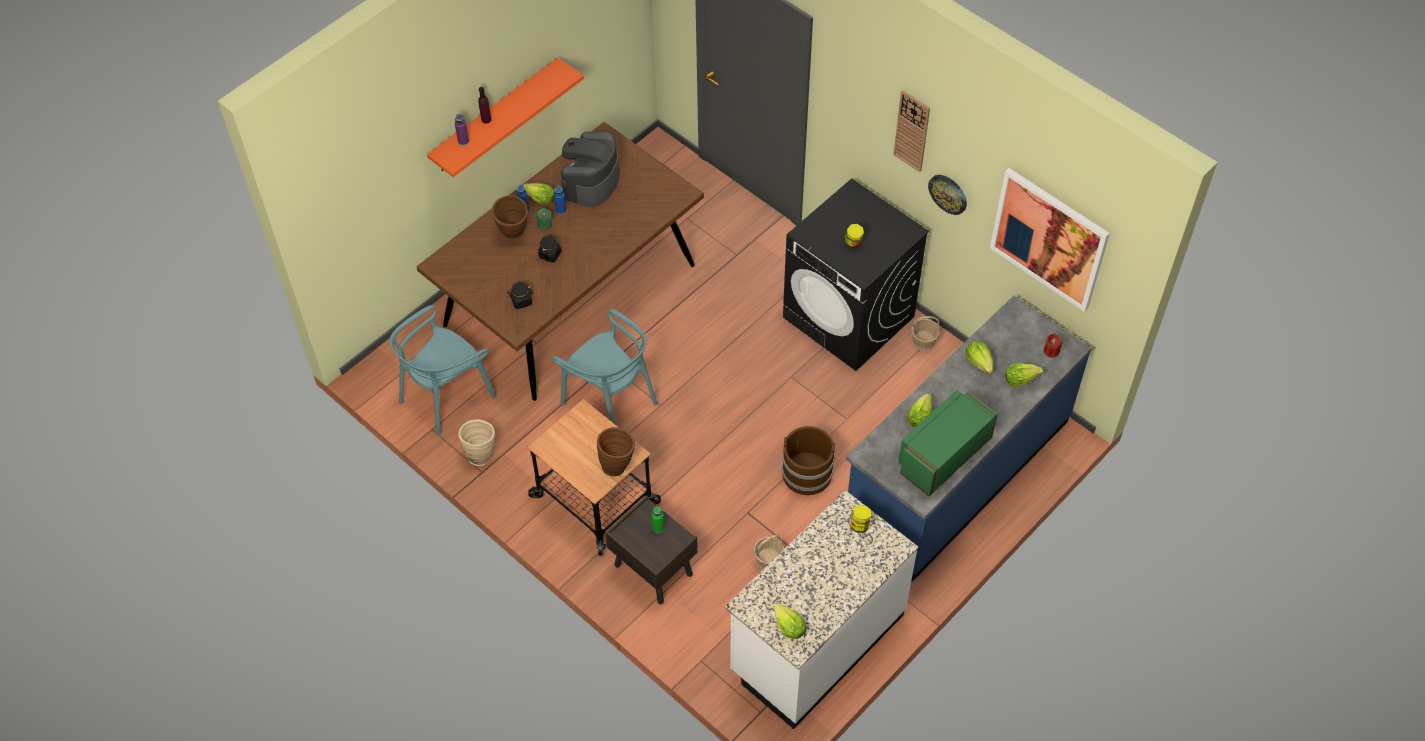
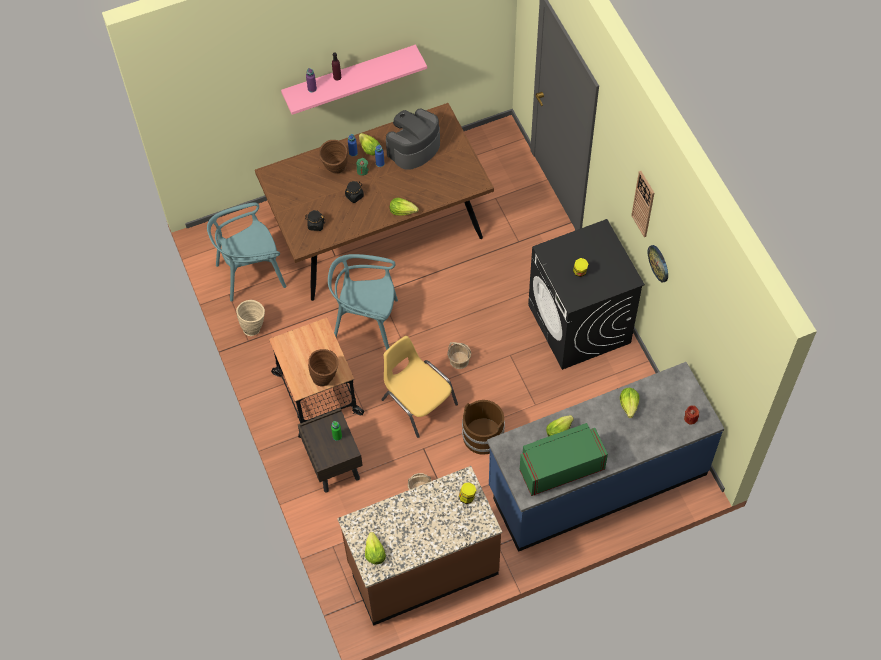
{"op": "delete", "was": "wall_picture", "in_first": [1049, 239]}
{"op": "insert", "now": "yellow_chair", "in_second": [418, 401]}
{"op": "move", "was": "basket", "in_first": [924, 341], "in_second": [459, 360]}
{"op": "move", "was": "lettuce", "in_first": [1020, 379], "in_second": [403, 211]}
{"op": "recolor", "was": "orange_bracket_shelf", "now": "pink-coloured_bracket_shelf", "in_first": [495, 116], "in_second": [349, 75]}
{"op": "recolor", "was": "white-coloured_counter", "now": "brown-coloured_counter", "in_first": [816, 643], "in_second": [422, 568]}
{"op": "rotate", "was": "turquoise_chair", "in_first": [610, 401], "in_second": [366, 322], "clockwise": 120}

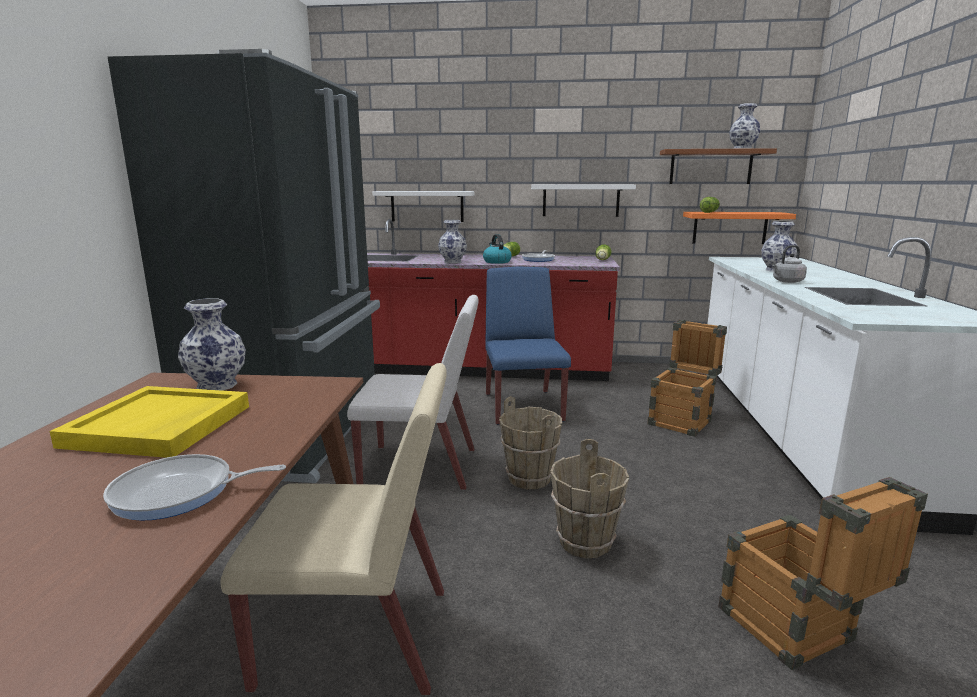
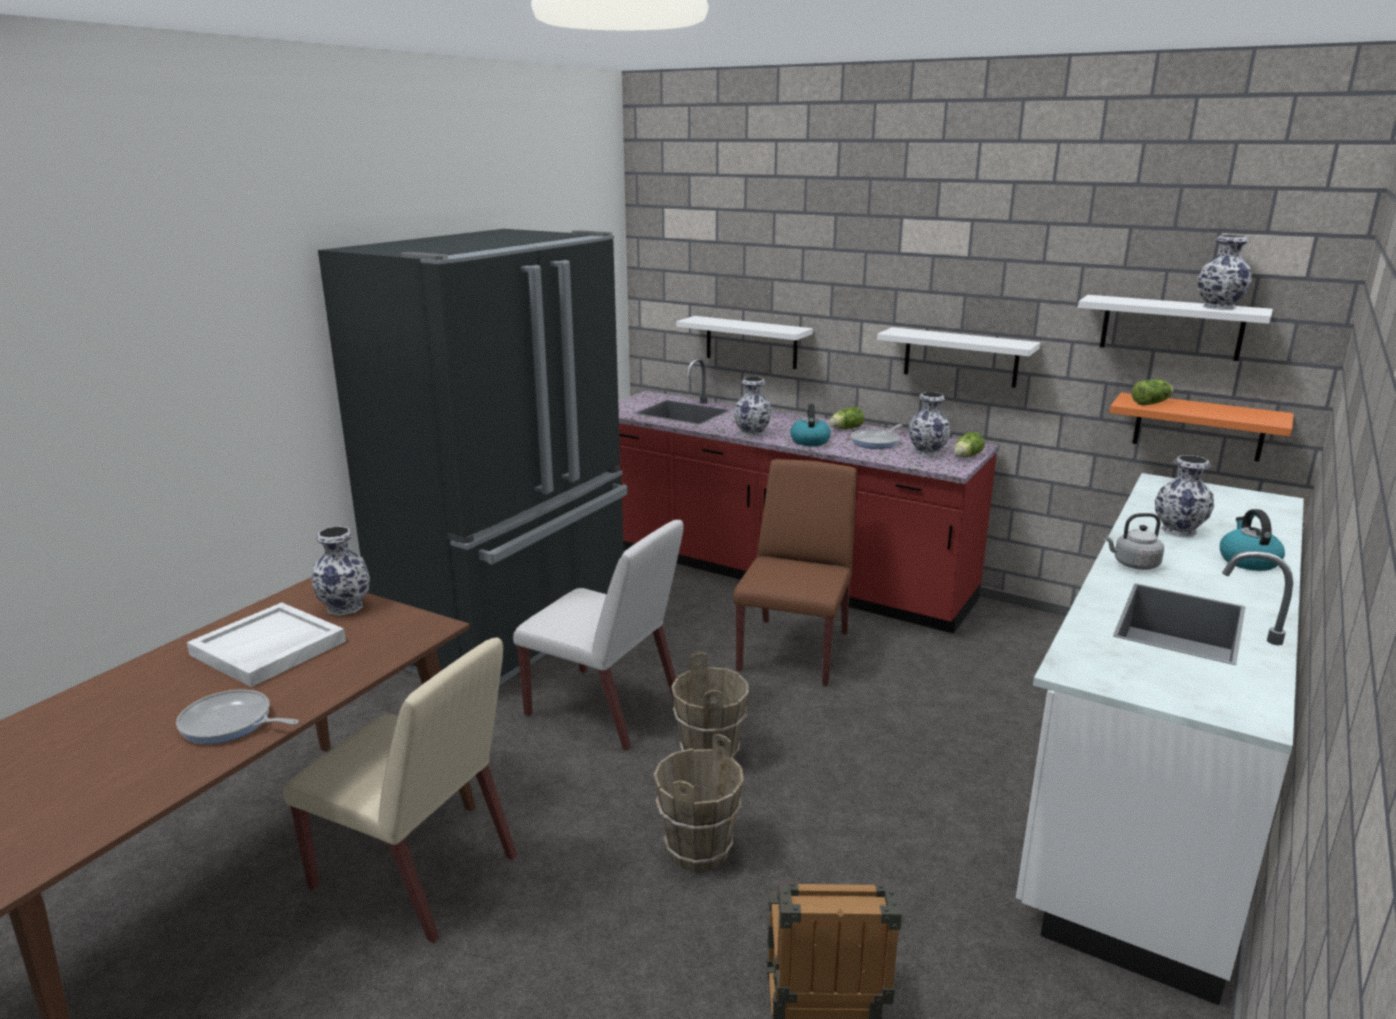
{"op": "delete", "was": "crate", "in_first": [683, 420]}
{"op": "insert", "now": "decorative_vase", "in_second": [926, 452]}
{"op": "insert", "now": "tea_kettle", "in_second": [1247, 561]}
{"op": "recolor", "was": "yellow_carrying_tray", "now": "white-coloured_carrying_tray", "in_first": [159, 426], "in_second": [268, 649]}
{"op": "recolor", "was": "blue_chair", "now": "brown-coloured_chair", "in_first": [523, 406], "in_second": [794, 650]}
{"op": "recolor", "was": "brown-coloured_bracket_shelf", "now": "white-coloured_bracket_shelf", "in_first": [710, 167], "in_second": [1171, 327]}

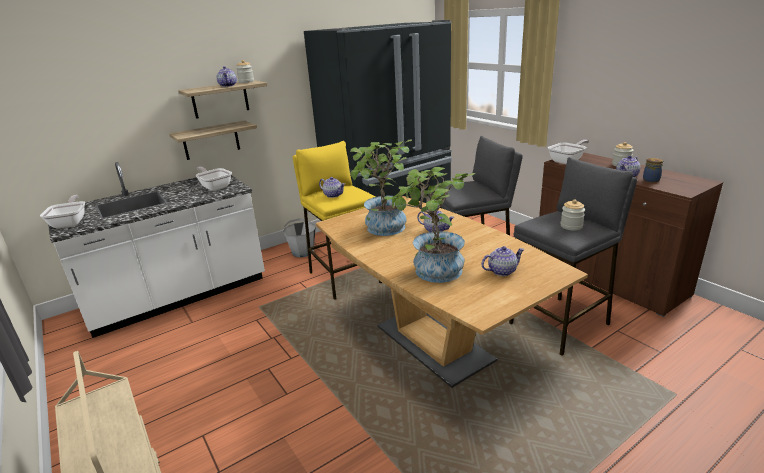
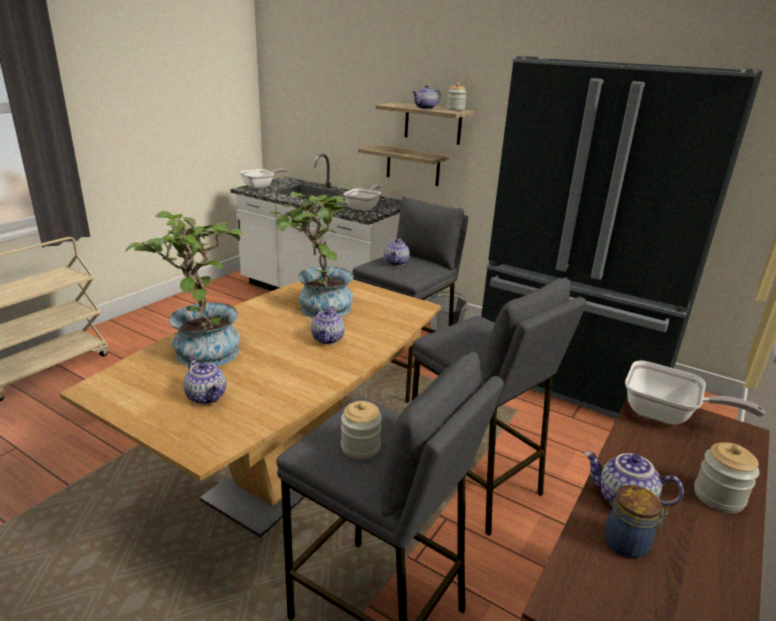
{"op": "recolor", "was": "yellow_stool_seat", "now": "gray_stool_seat", "in_first": [344, 277], "in_second": [404, 373]}

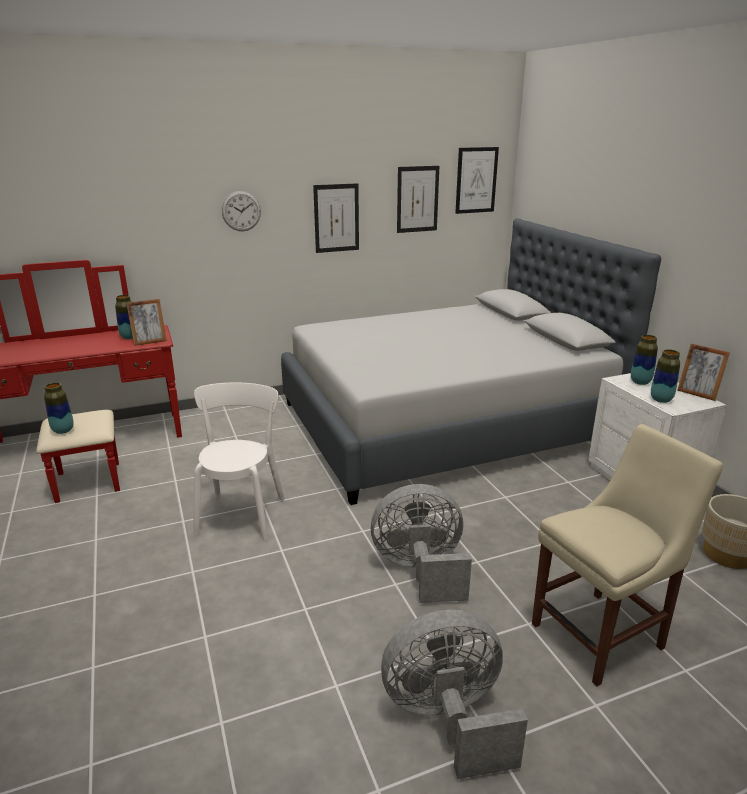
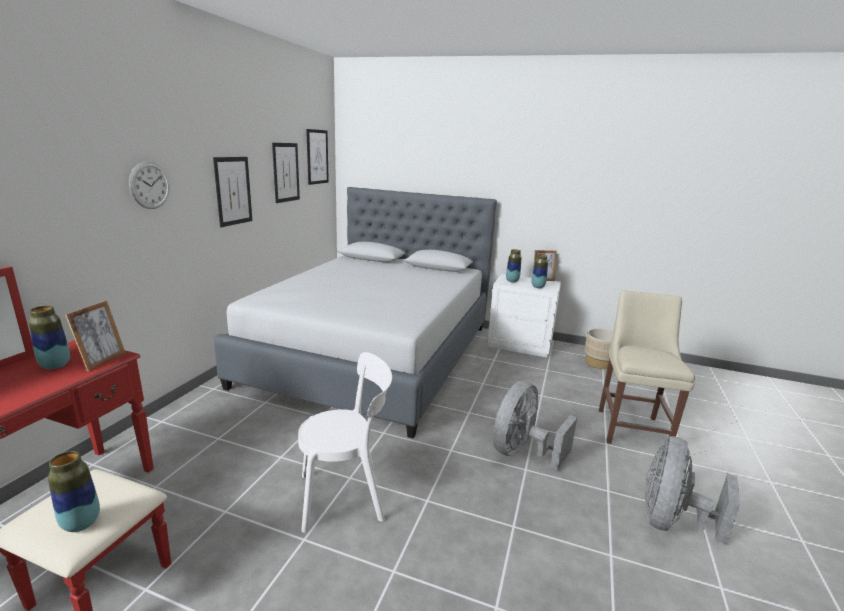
{"op": "rotate", "was": "white-coloured_chair", "in_first": [242, 513], "in_second": [346, 496], "clockwise": 120}

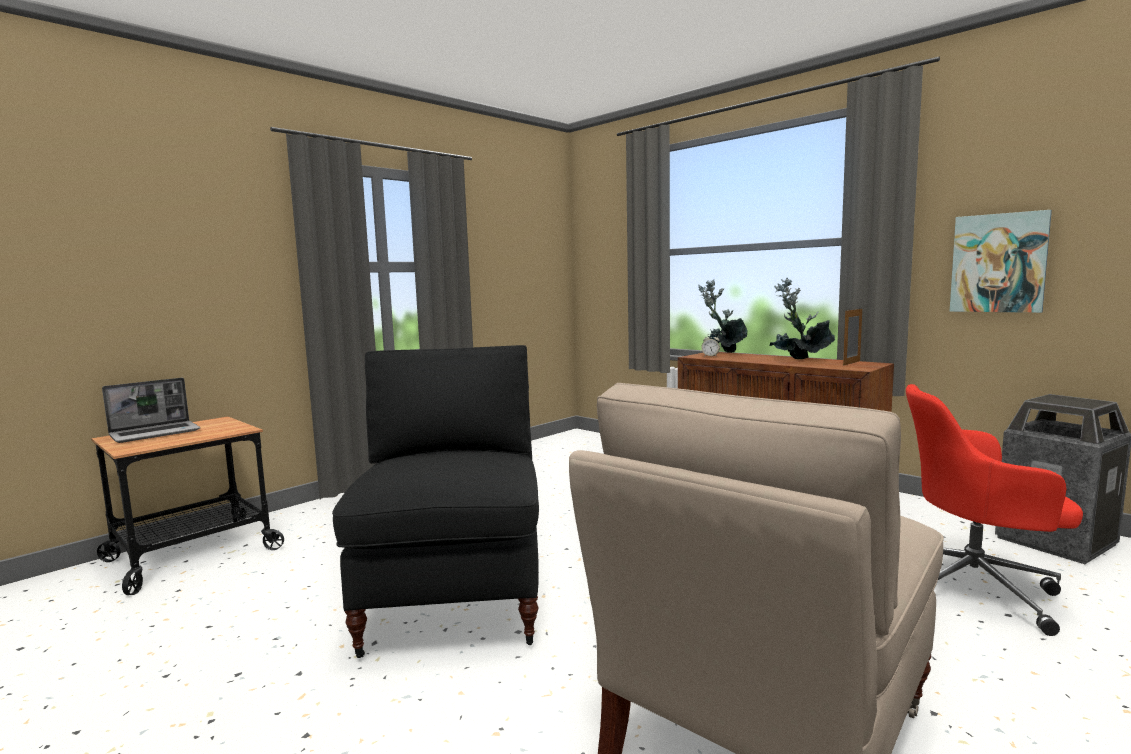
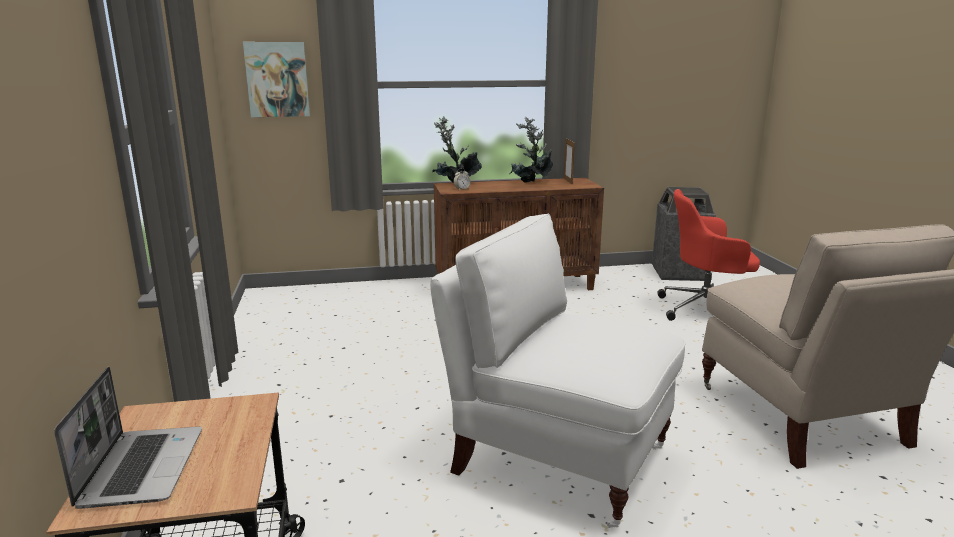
{"op": "move", "was": "wall_picture", "in_first": [998, 263], "in_second": [277, 79]}
{"op": "recolor", "was": "black-coloured_chair", "now": "white-coloured_chair", "in_first": [455, 600], "in_second": [557, 458]}
{"op": "rotate", "was": "red_desk_chair", "in_first": [975, 588], "in_second": [705, 309], "clockwise": 45}

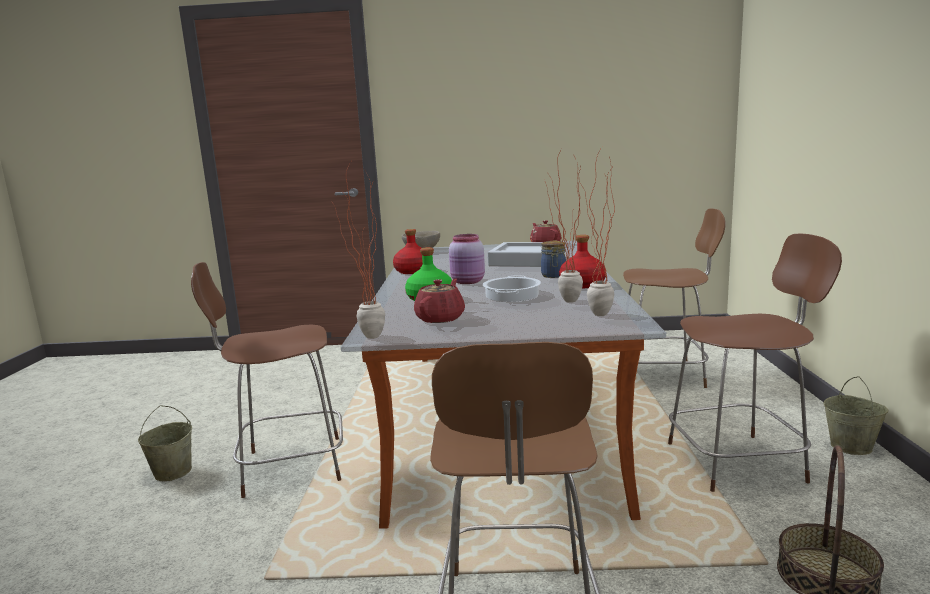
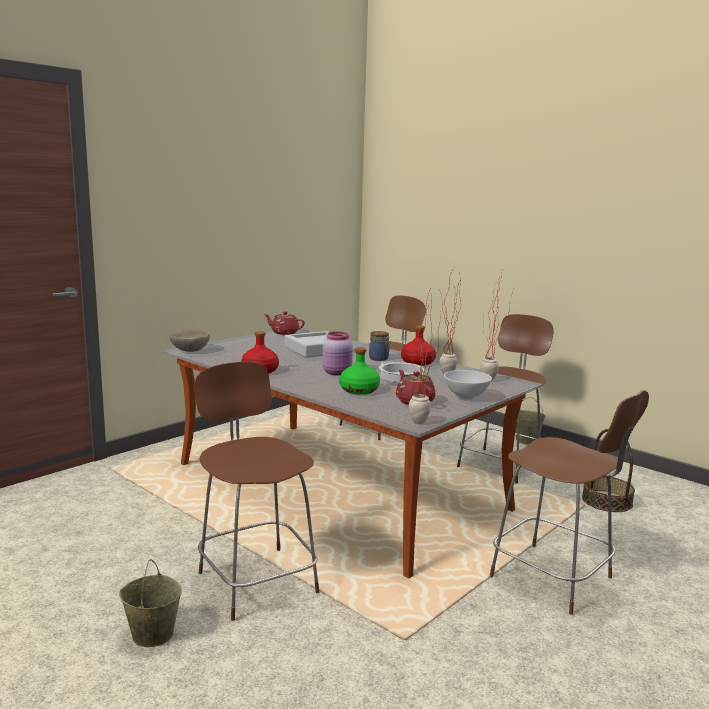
{"op": "insert", "now": "white-coloured_bowl", "in_second": [465, 397]}
{"op": "rotate", "was": "brown-coloured_chair", "in_first": [289, 467], "in_second": [256, 580], "clockwise": 120}

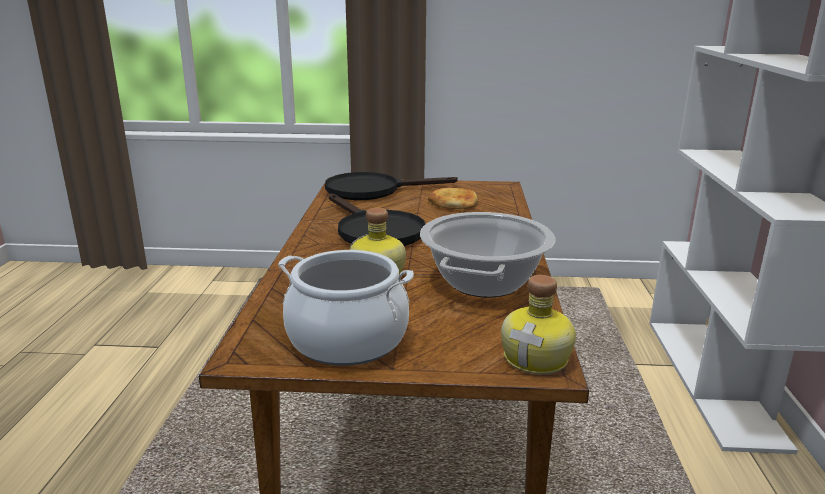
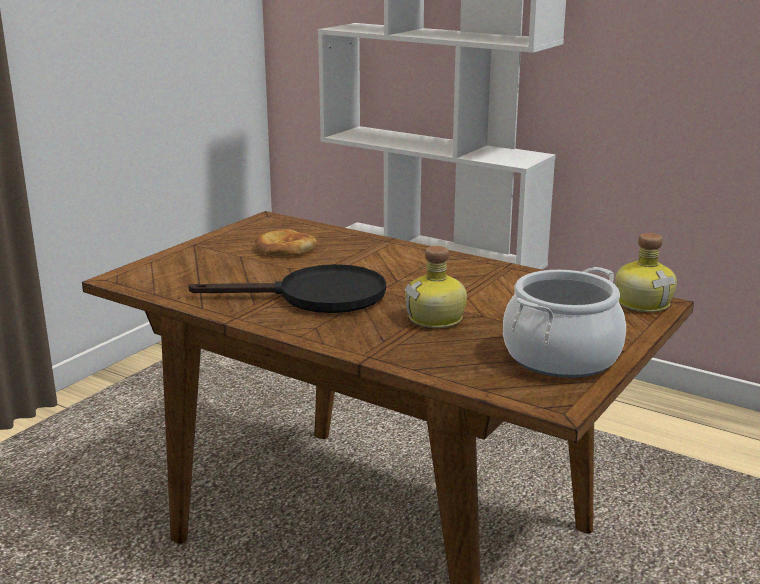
{"op": "delete", "was": "black-coloured_frying_pan", "in_first": [373, 190]}
{"op": "delete", "was": "stockpot", "in_first": [484, 282]}

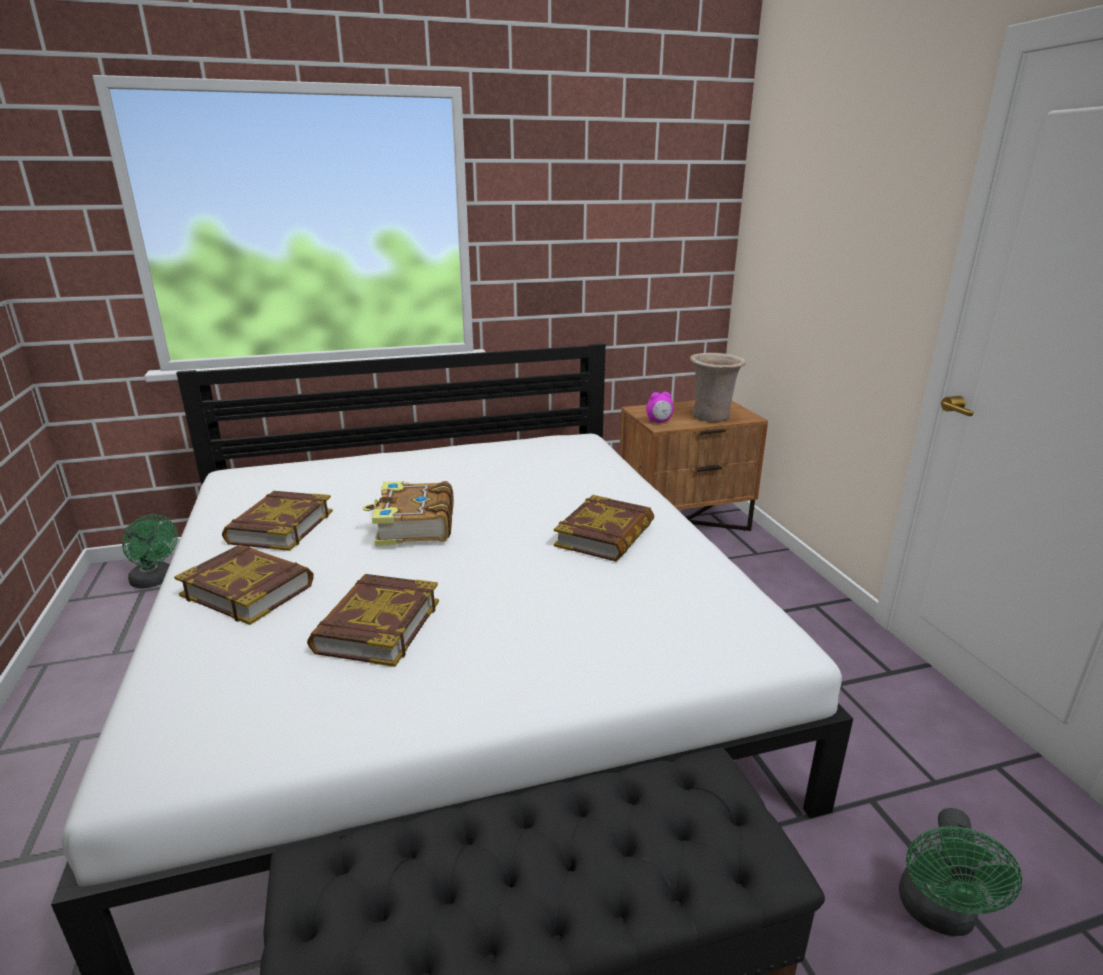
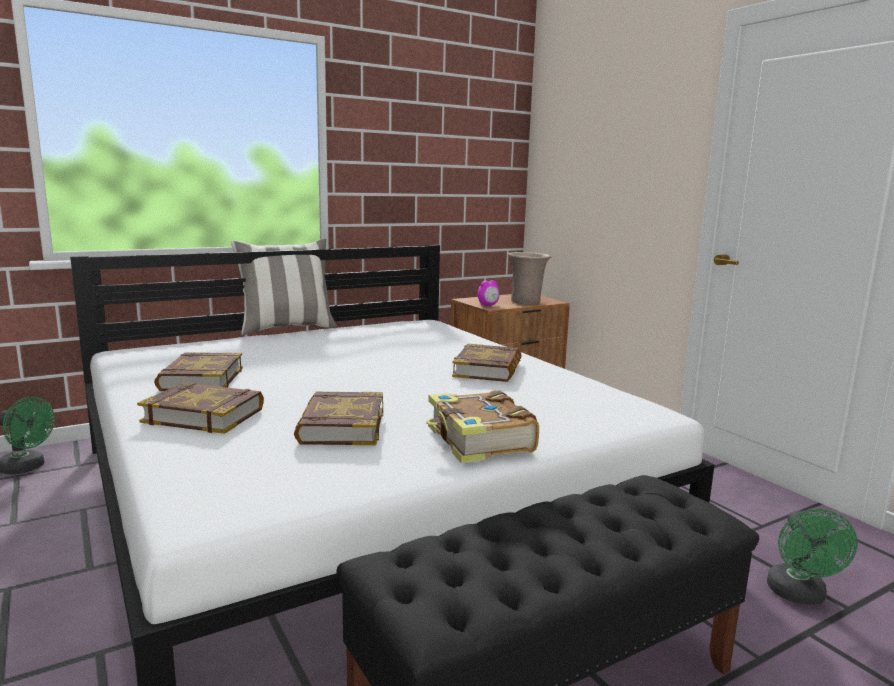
{"op": "insert", "now": "cushion", "in_second": [287, 329]}
{"op": "move", "was": "book", "in_first": [413, 526], "in_second": [479, 441]}

